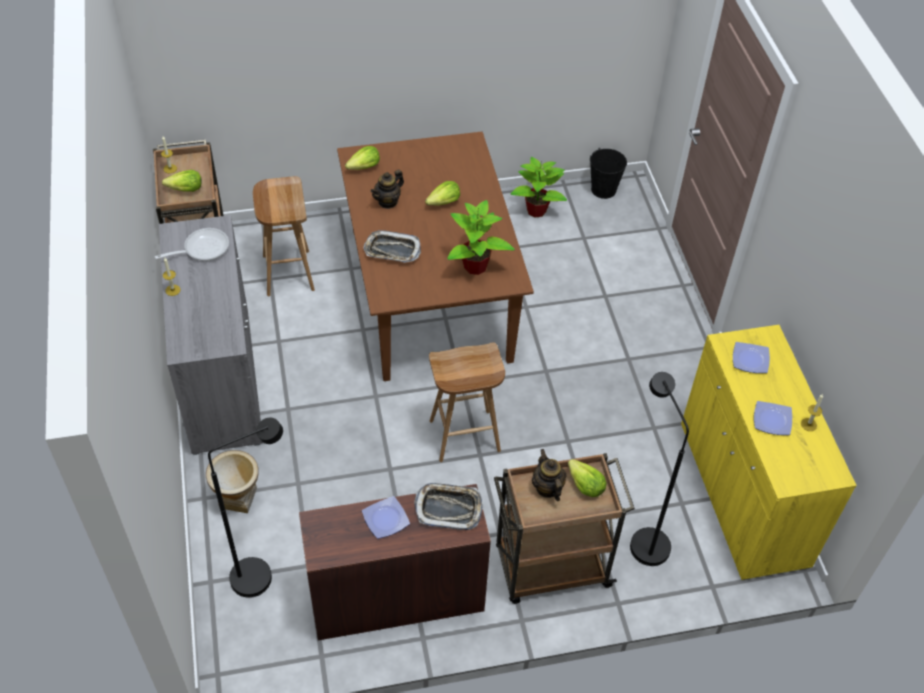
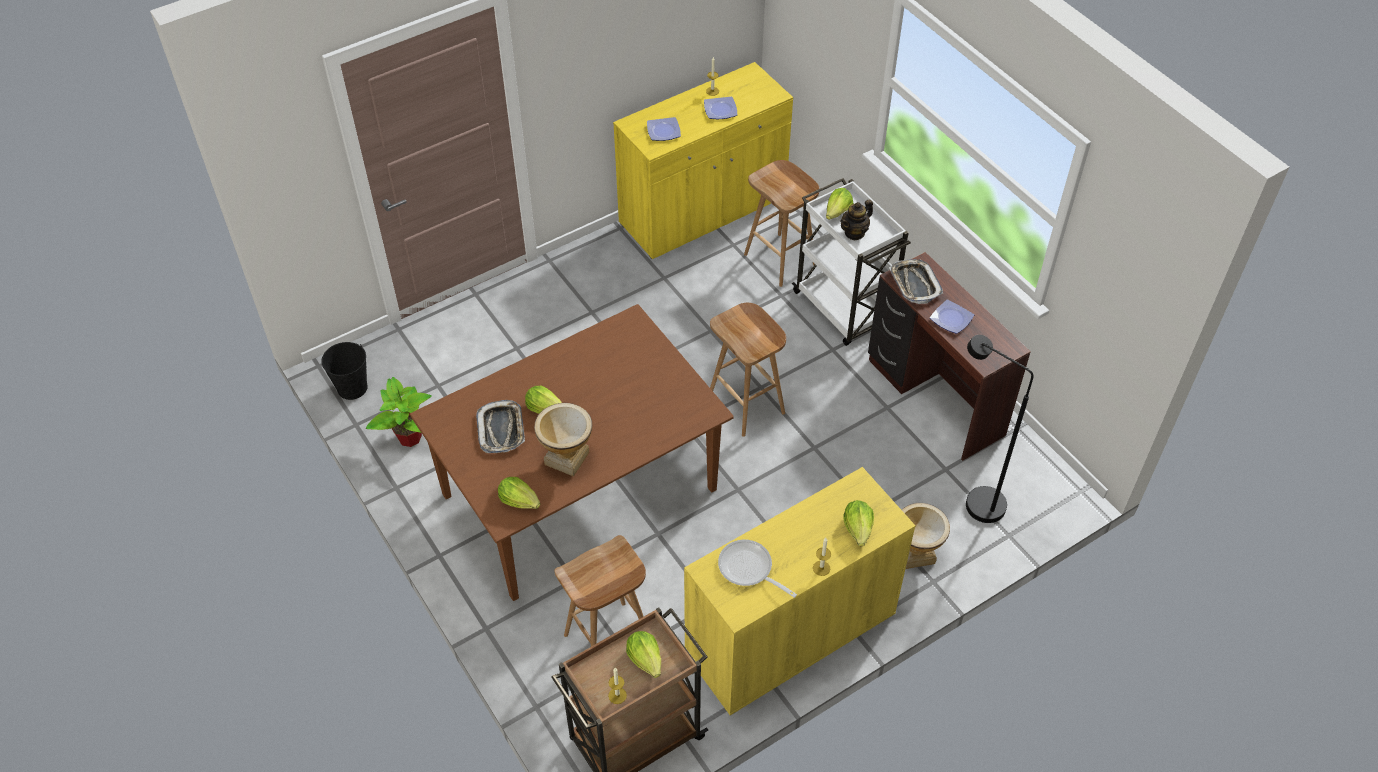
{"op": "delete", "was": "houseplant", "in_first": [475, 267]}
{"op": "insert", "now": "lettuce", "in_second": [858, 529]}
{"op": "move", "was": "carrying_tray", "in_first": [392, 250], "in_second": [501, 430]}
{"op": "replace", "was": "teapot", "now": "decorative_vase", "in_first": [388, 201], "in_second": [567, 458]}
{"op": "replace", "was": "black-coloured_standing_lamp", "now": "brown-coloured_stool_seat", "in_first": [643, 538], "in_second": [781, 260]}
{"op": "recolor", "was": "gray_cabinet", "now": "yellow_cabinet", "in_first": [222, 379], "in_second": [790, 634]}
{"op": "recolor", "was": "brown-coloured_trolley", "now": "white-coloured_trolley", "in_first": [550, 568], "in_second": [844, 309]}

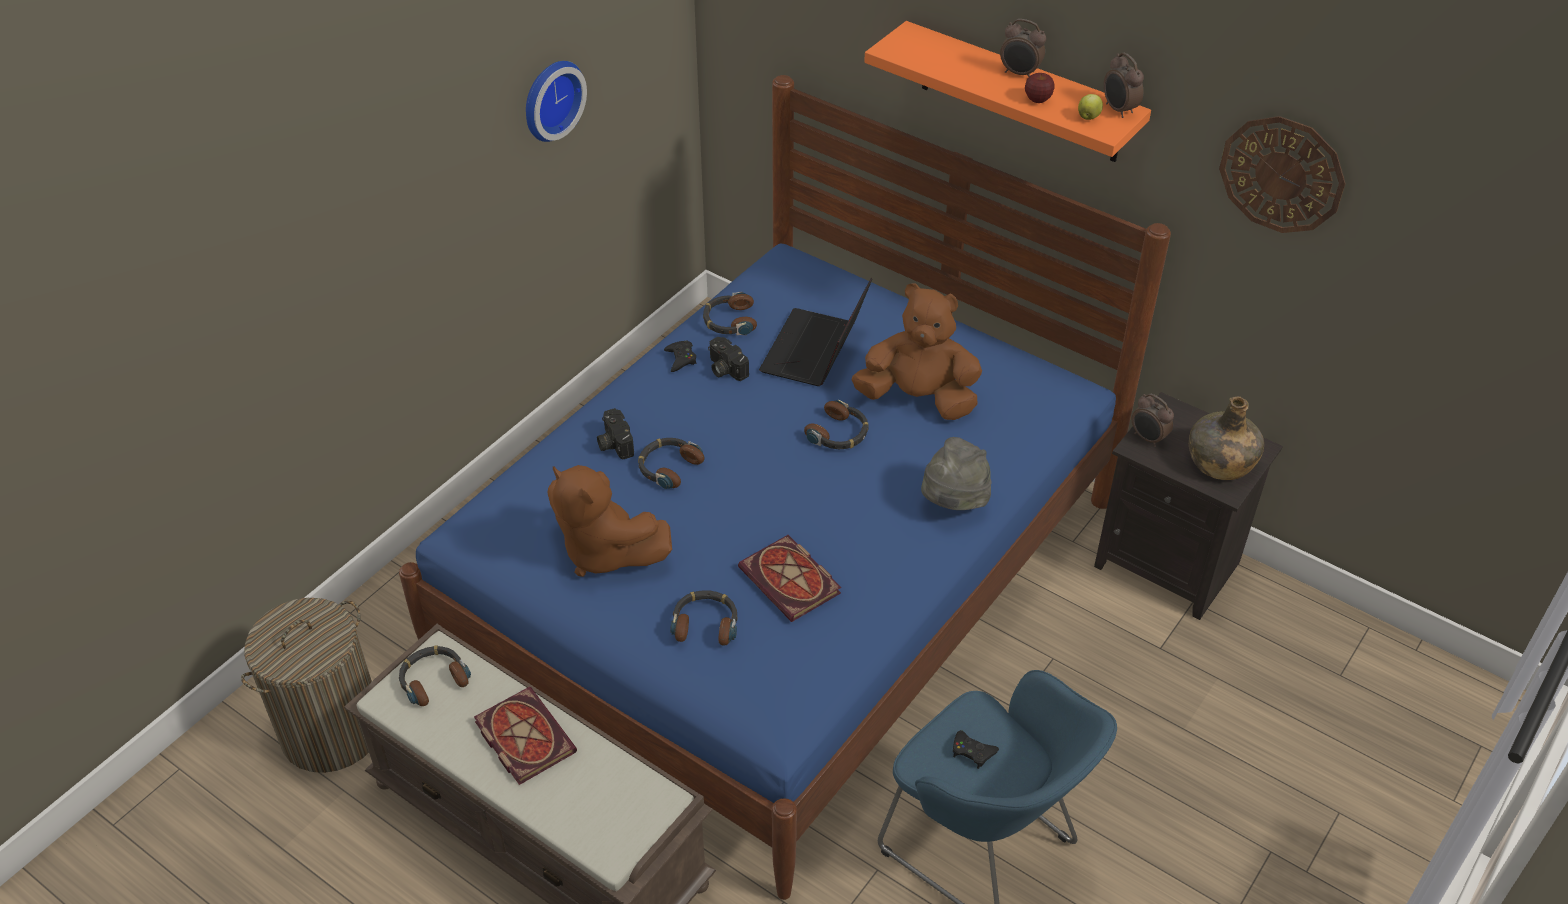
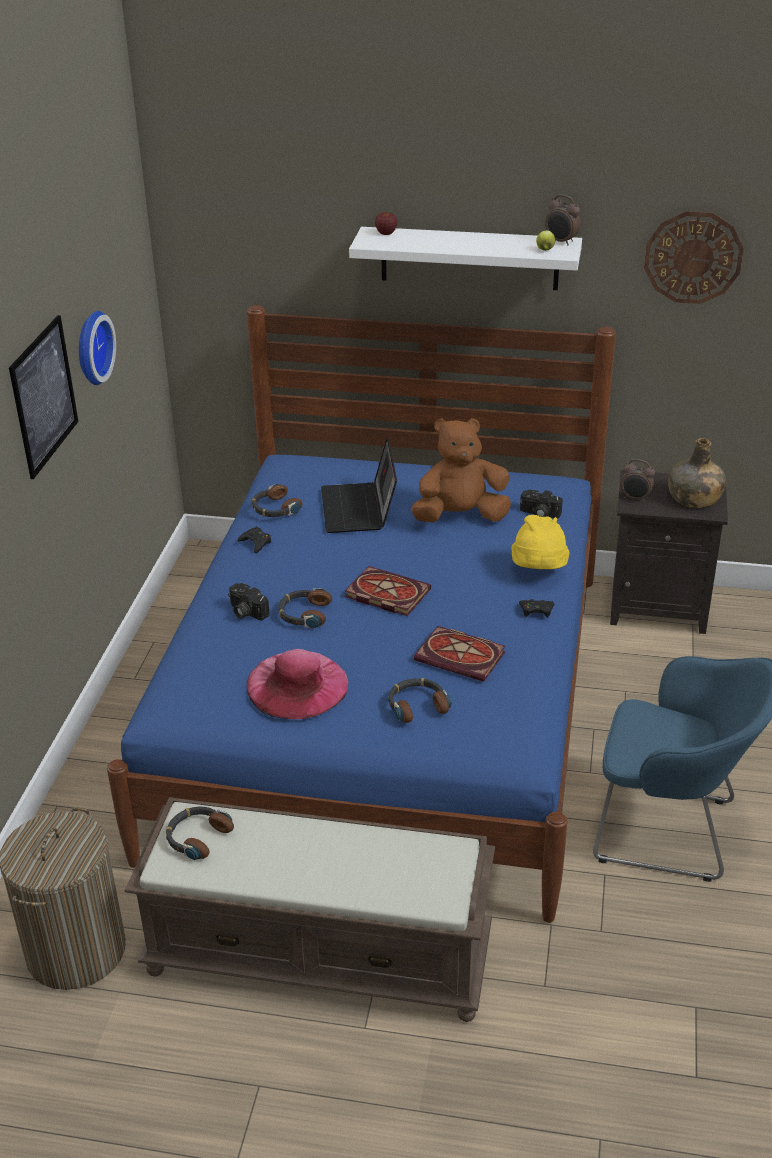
{"op": "delete", "was": "headphones", "in_first": [839, 433]}
{"op": "delete", "was": "table_clock", "in_first": [1019, 74]}
{"op": "insert", "now": "wall_picture", "in_second": [44, 396]}
{"op": "move", "was": "book", "in_first": [522, 737], "in_second": [385, 594]}
{"op": "move", "was": "still_camera", "in_first": [724, 369], "in_second": [539, 514]}
{"op": "move", "was": "black-coloured_gamepad", "in_first": [972, 752], "in_second": [536, 611]}
{"op": "move", "was": "whole_apple", "in_first": [1037, 99], "in_second": [386, 233]}
{"op": "replace", "was": "brown-coloured_plush_toy", "now": "pink-coloured_wearable_hat", "in_first": [604, 551], "in_second": [297, 685]}
{"op": "recolor", "was": "orange_bracket_shelf", "now": "white-coloured_bracket_shelf", "in_first": [1020, 93], "in_second": [469, 258]}
{"op": "recolor", "was": "gray_wearable_hat", "now": "yellow_wearable_hat", "in_first": [953, 502], "in_second": [538, 572]}

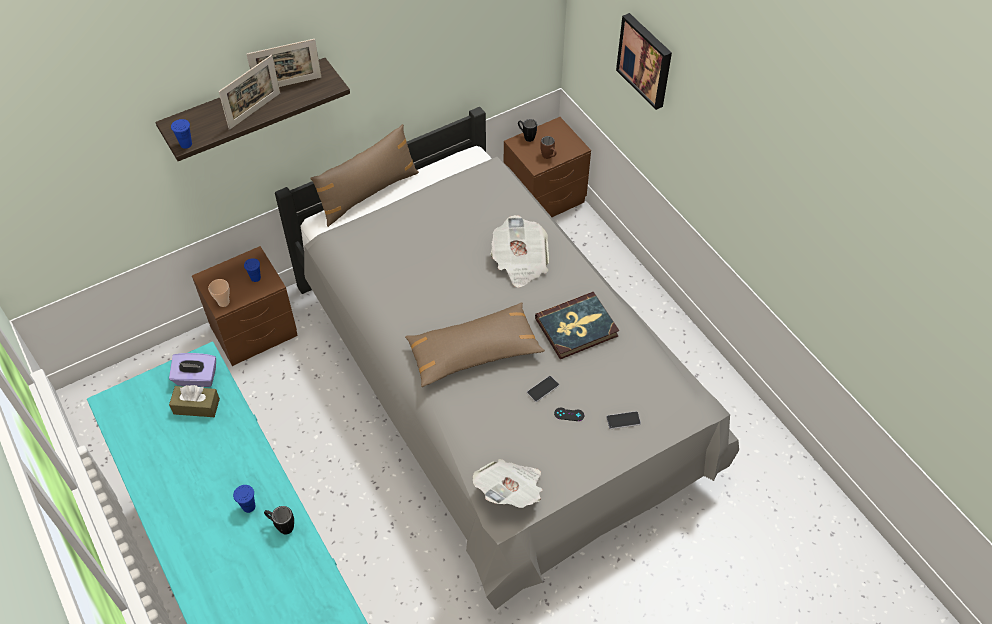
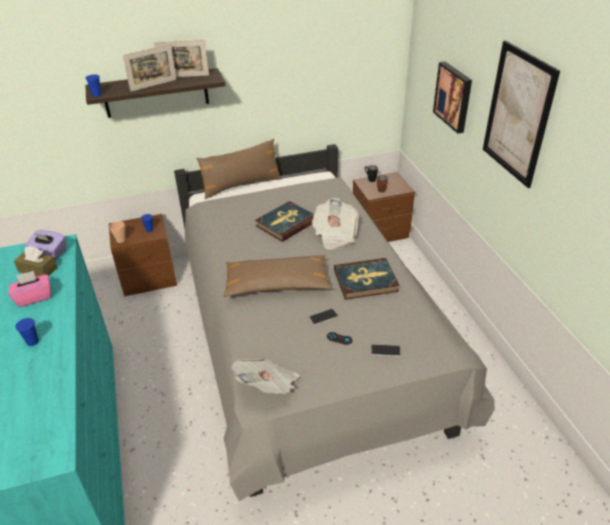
{"op": "delete", "was": "black-coloured_tea_mug", "in_first": [281, 526]}
{"op": "insert", "now": "pink-coloured_box_of_tissues", "in_second": [34, 297]}
{"op": "insert", "now": "book", "in_second": [286, 223]}
{"op": "insert", "now": "wall_picture", "in_second": [518, 114]}

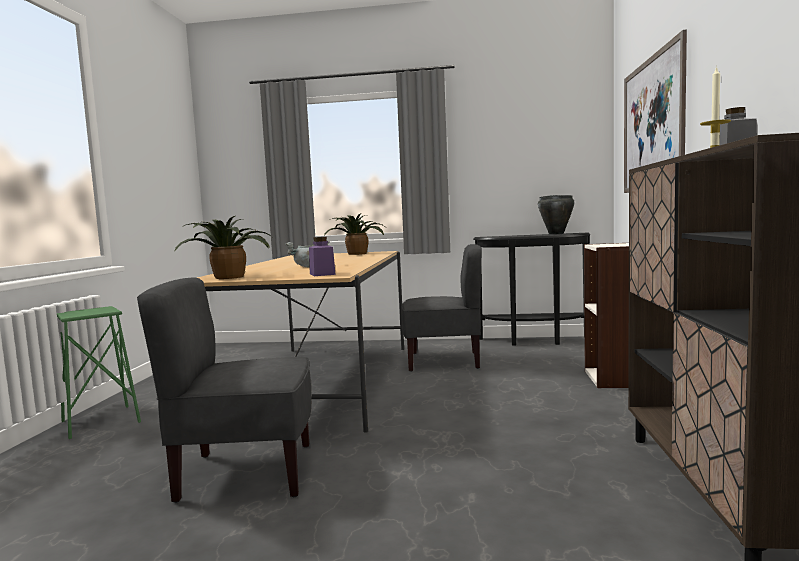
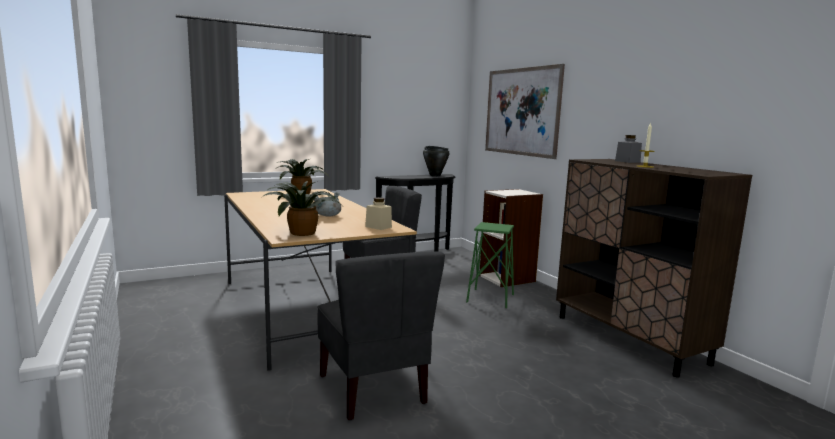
{"op": "move", "was": "greenish_stool_seat", "in_first": [101, 421], "in_second": [490, 298]}
{"op": "recolor", "was": "purplish_jar", "now": "beige-coloured_jar", "in_first": [322, 274], "in_second": [378, 227]}
{"op": "rotate", "was": "gray_chair", "in_first": [246, 473], "in_second": [374, 389], "clockwise": -75}

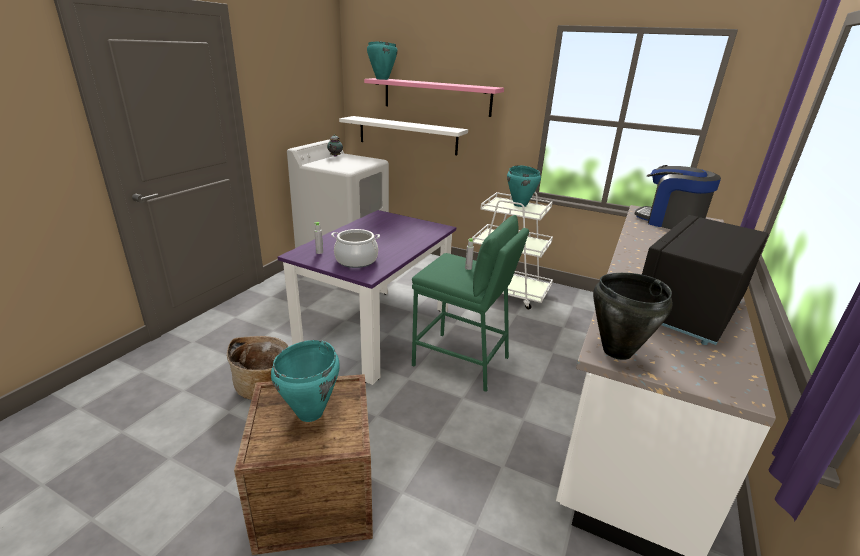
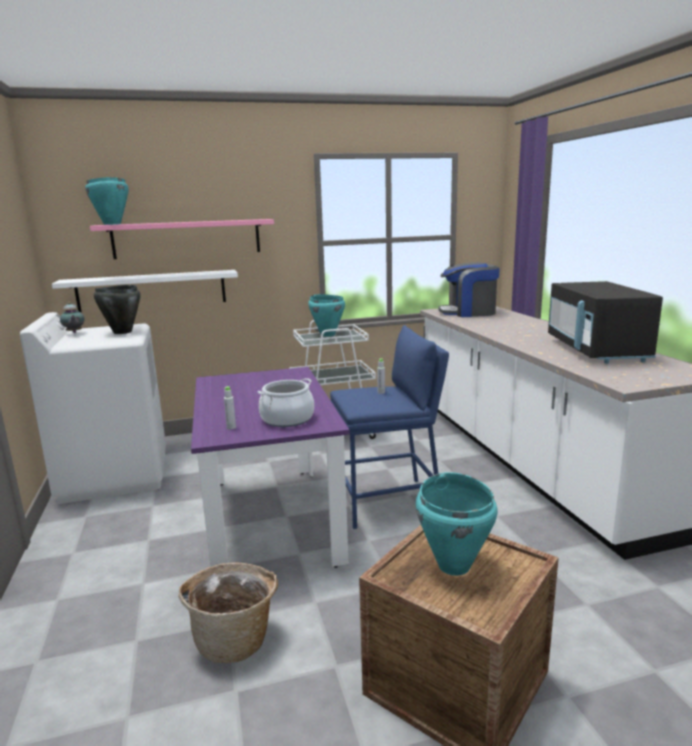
{"op": "move", "was": "black-coloured_stockpot", "in_first": [616, 351], "in_second": [122, 332]}
{"op": "recolor", "was": "greenish_stool_seat", "now": "blue_stool_seat", "in_first": [461, 361], "in_second": [388, 502]}

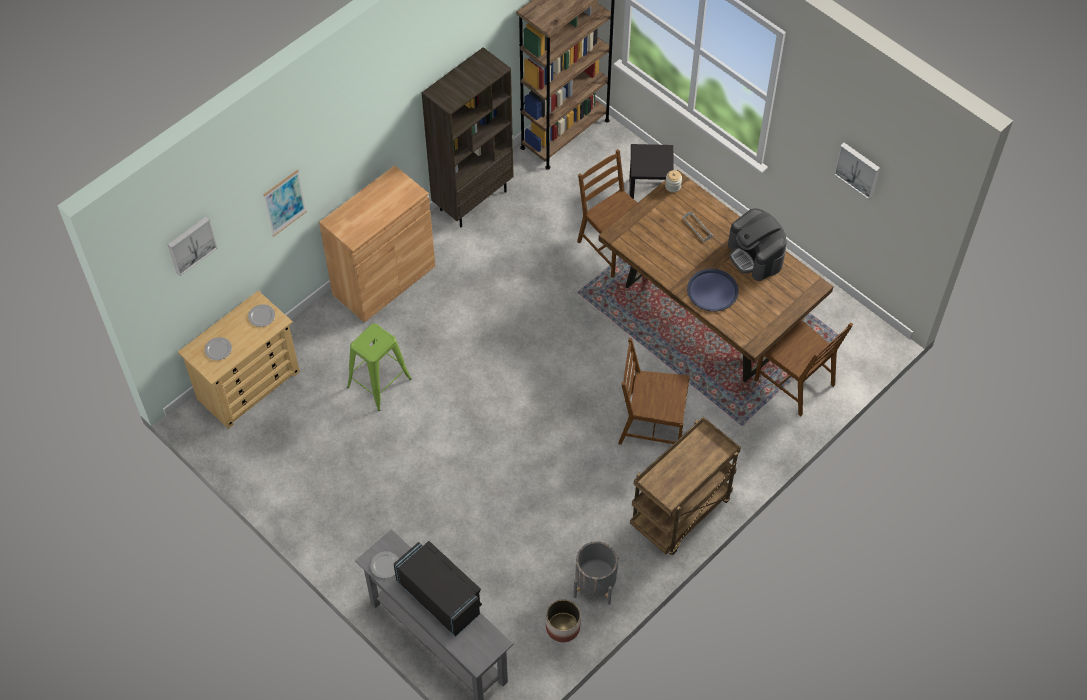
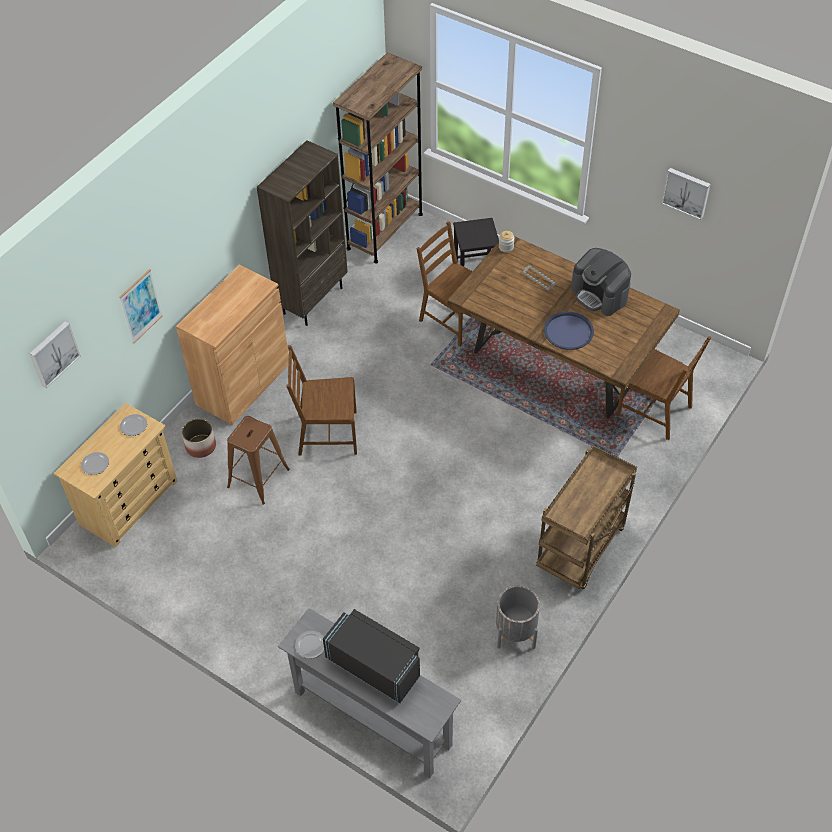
{"op": "move", "was": "planter", "in_first": [562, 627], "in_second": [200, 446]}
{"op": "move", "was": "brown-coloured_chair", "in_first": [651, 425], "in_second": [327, 434]}
{"op": "recolor", "was": "greenish_stool_seat", "now": "brown-coloured_stool_seat", "in_first": [378, 383], "in_second": [258, 478]}

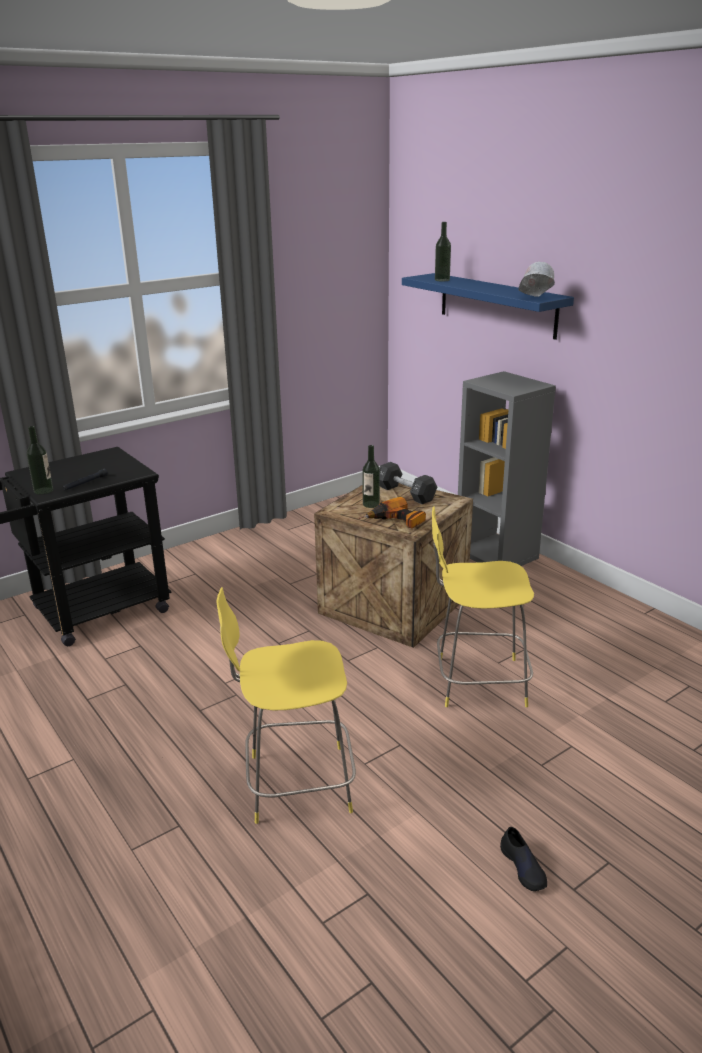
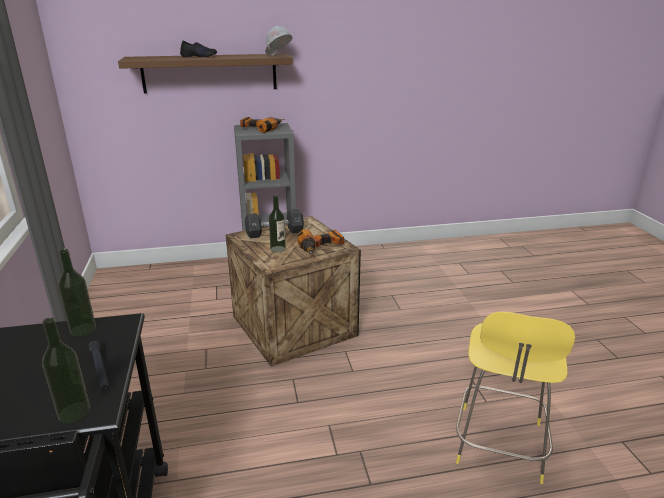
{"op": "delete", "was": "yellow_stool_seat", "in_first": [477, 682]}
{"op": "insert", "now": "power_drill", "in_second": [261, 128]}
{"op": "move", "was": "beverage_bottle", "in_first": [442, 280], "in_second": [83, 329]}
{"op": "move", "was": "black-coloured_shoe", "in_first": [523, 867], "in_second": [199, 56]}
{"op": "recolor", "was": "blue_bracket_shelf", "now": "brown-coloured_bracket_shelf", "in_first": [497, 305], "in_second": [210, 73]}

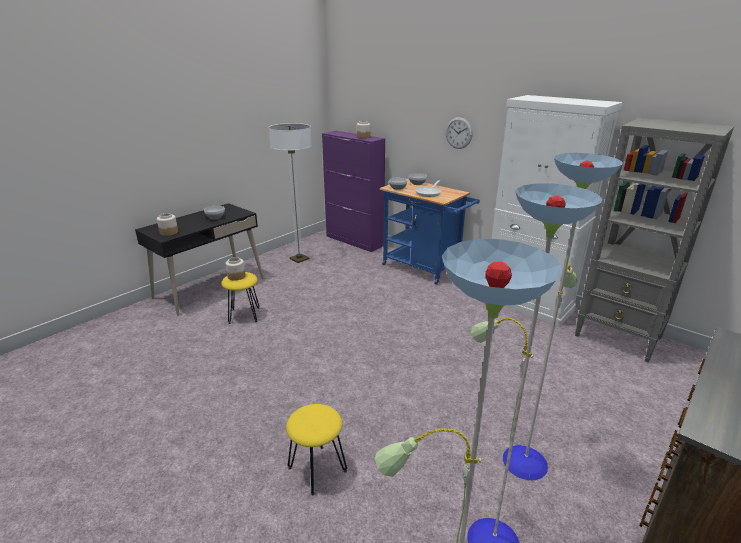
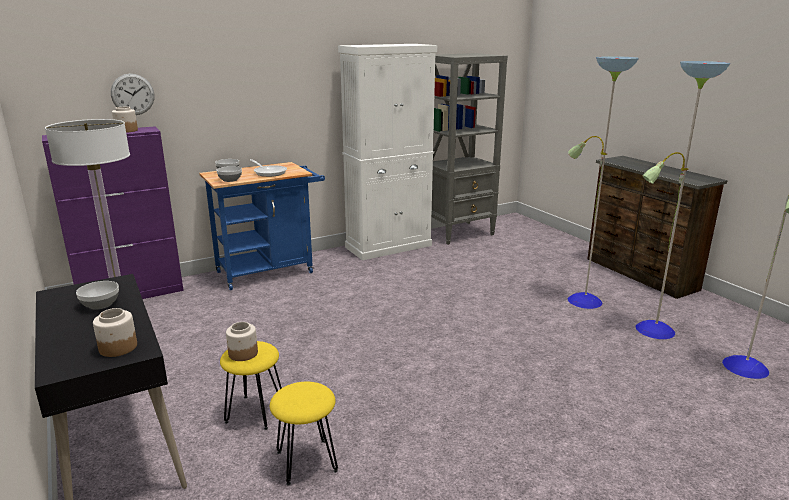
{"op": "move", "was": "yellow_stool_seat", "in_first": [318, 469], "in_second": [306, 461]}
{"op": "move", "was": "clock_on_the_wall", "in_first": [459, 133], "in_second": [132, 94]}

